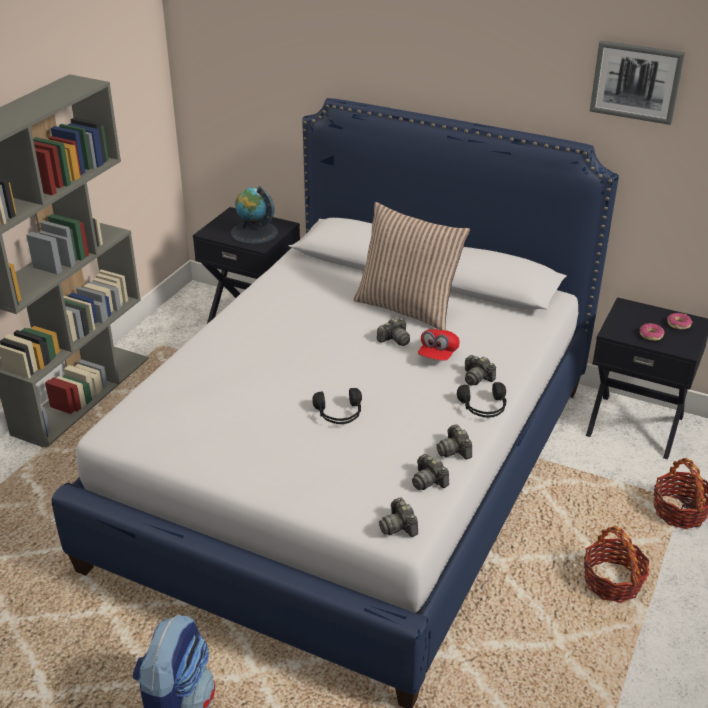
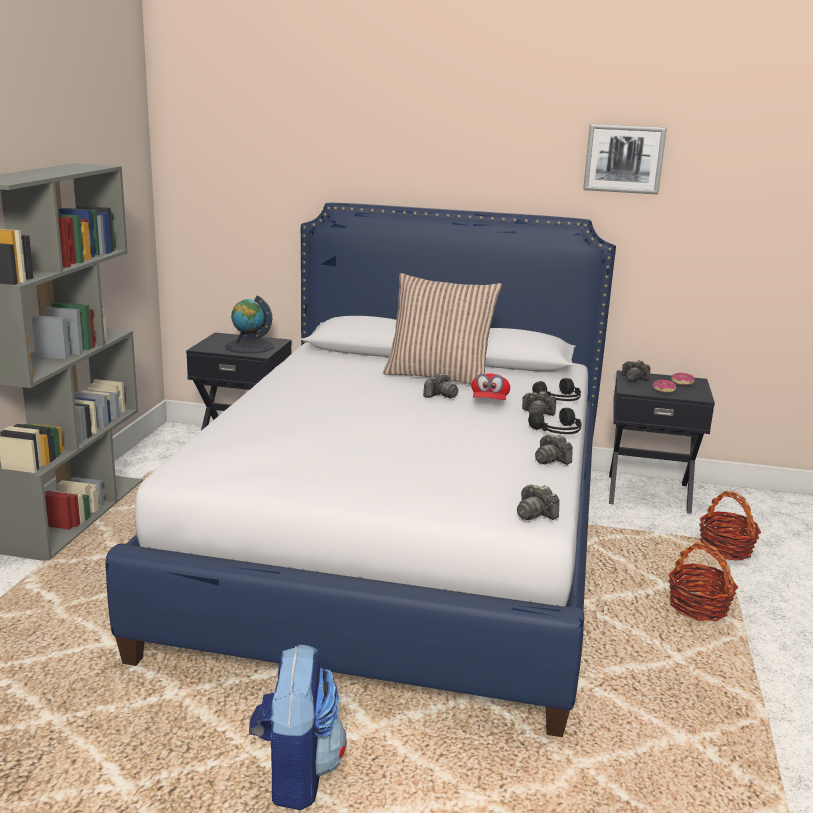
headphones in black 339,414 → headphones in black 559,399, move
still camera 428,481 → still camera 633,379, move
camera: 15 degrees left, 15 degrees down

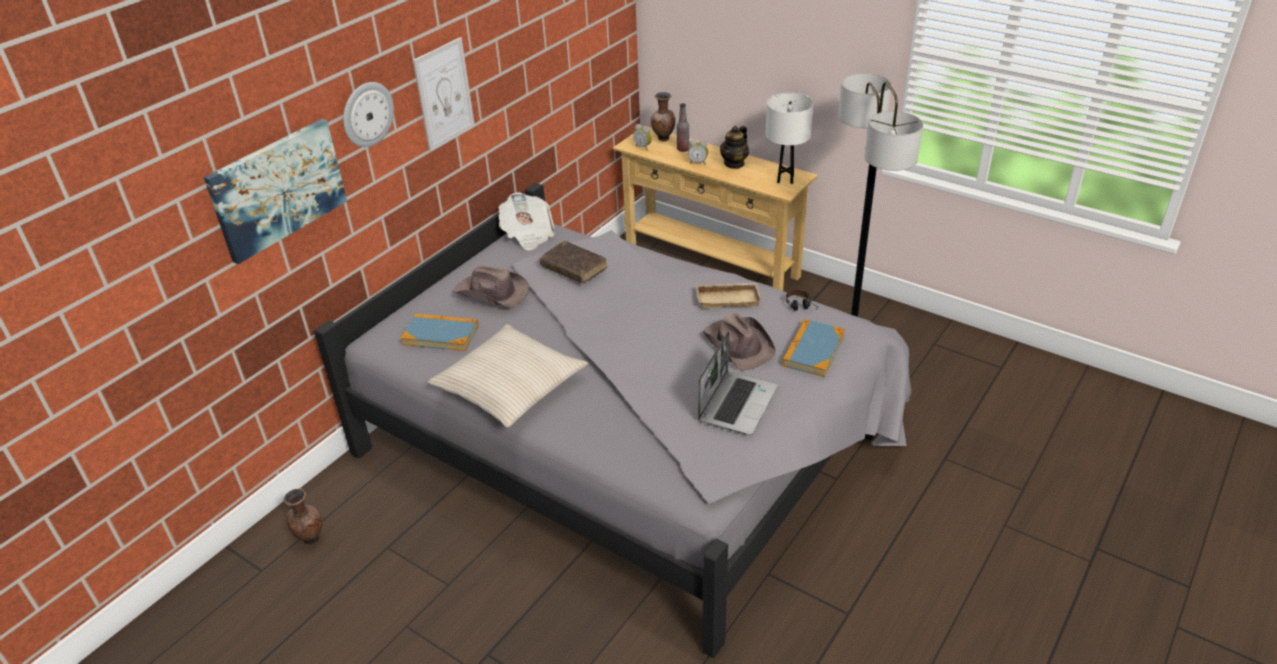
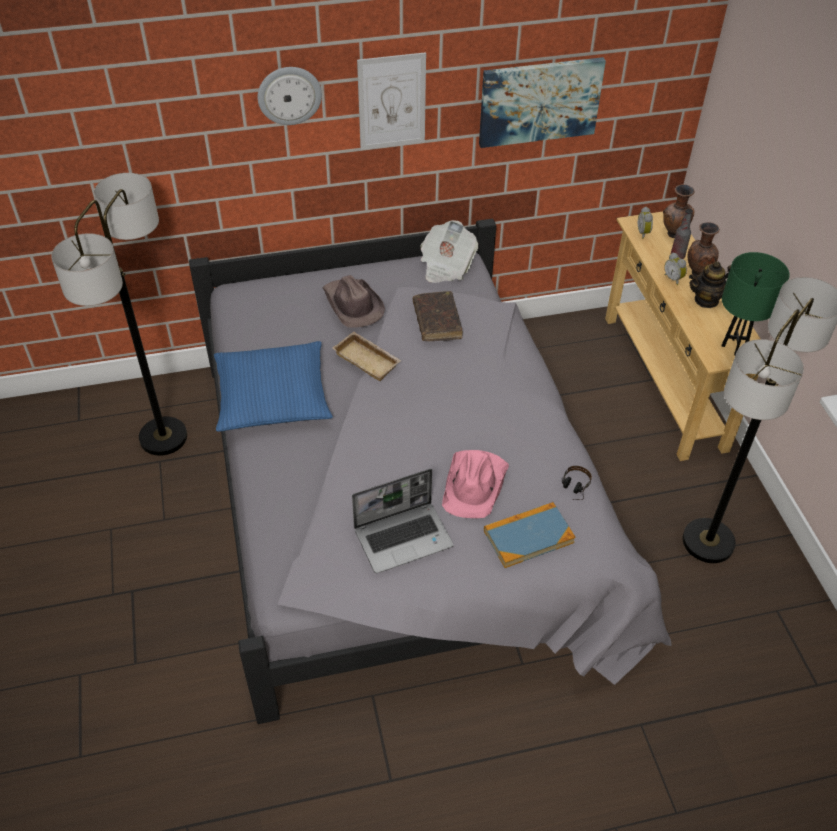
lamp for a table in white-coloured 785,179 → lamp for a table in green 734,347
wall art 277,189 → wall art 539,101, move
carrying tray in sand-coloured 728,298 → carrying tray in sand-coloured 368,359, move
hat in brown-coloured 739,344 → hat in pinkish 475,485
volume 440,335 → -
throw pillow in sand-coloured 510,386 → throw pillow in blue-coloured 272,397
vase in brown-coloured 310,539 → vase in brown-coloured 697,273, move
- → floor lamp 164,437
camera: 40 degrees right, 10 degrees up

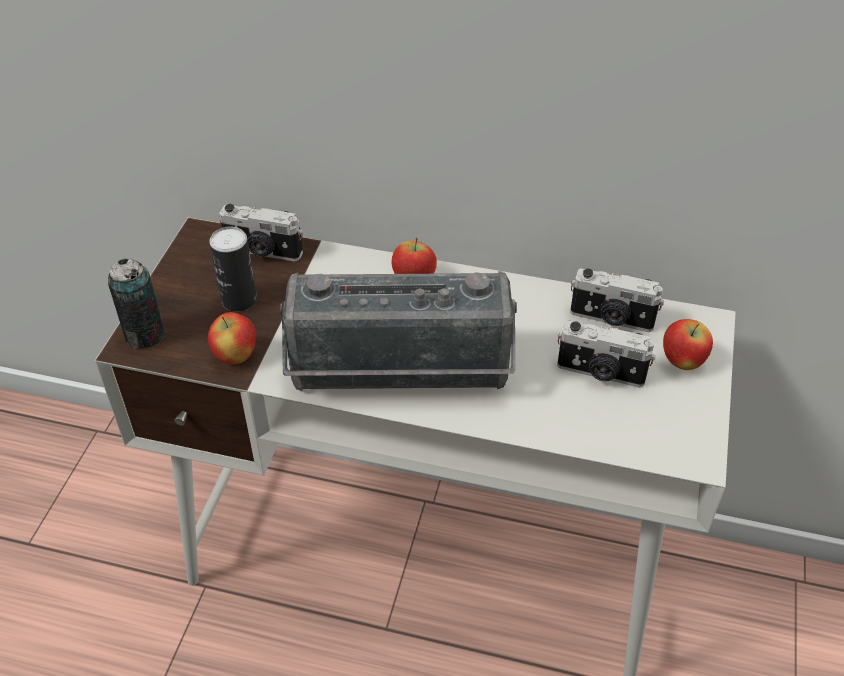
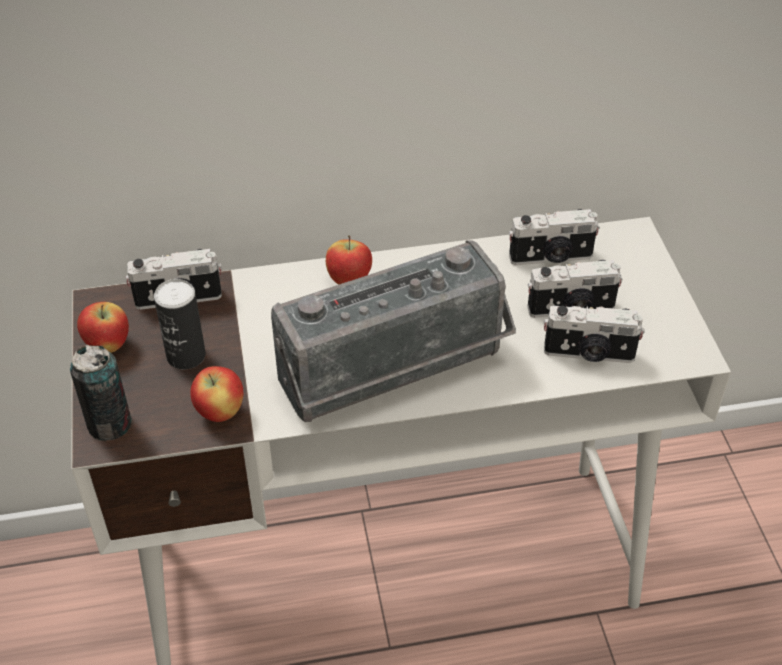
apple fruit 682,362 → apple fruit 108,345, move
- → still camera 589,354
camera: 25 degrees left, 0 degrees up

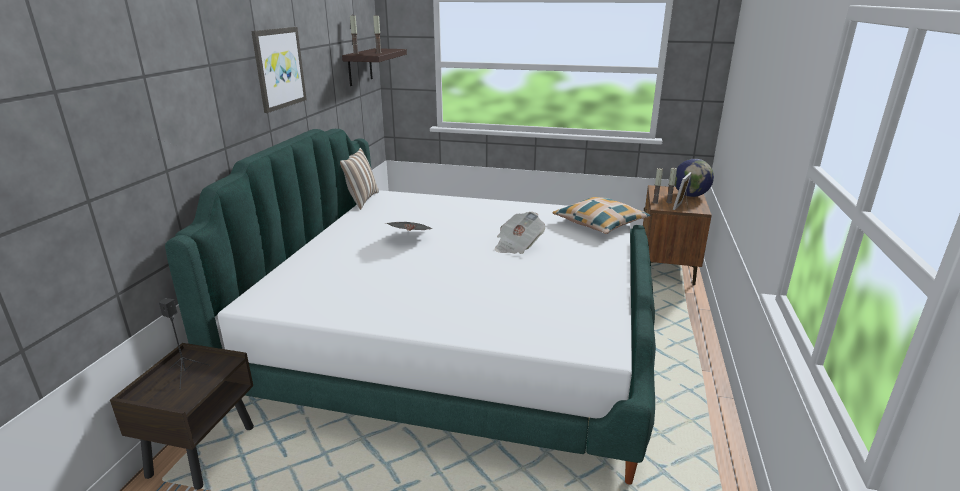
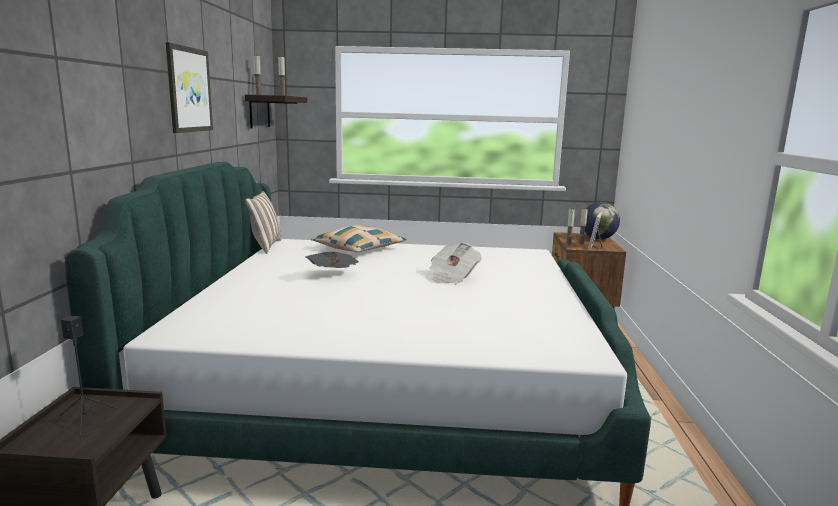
throw pillow 600,223 → throw pillow 358,249, move
camera: 10 degrees left, 10 degrees down

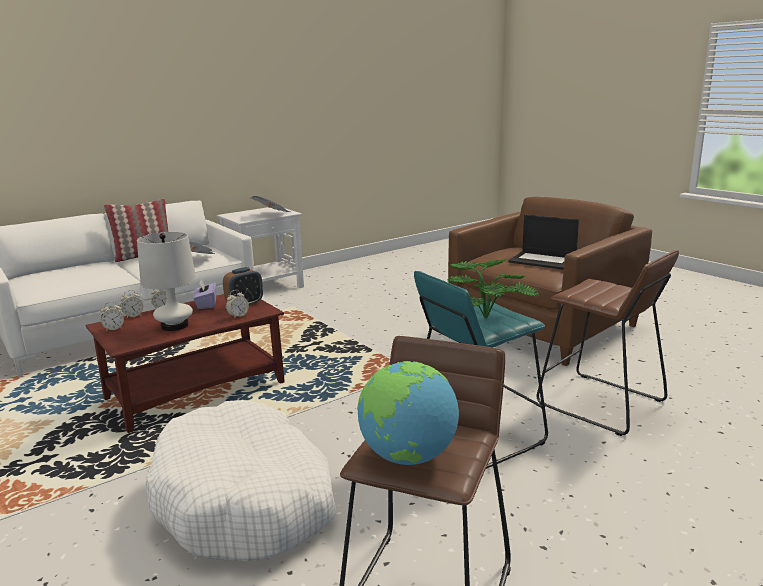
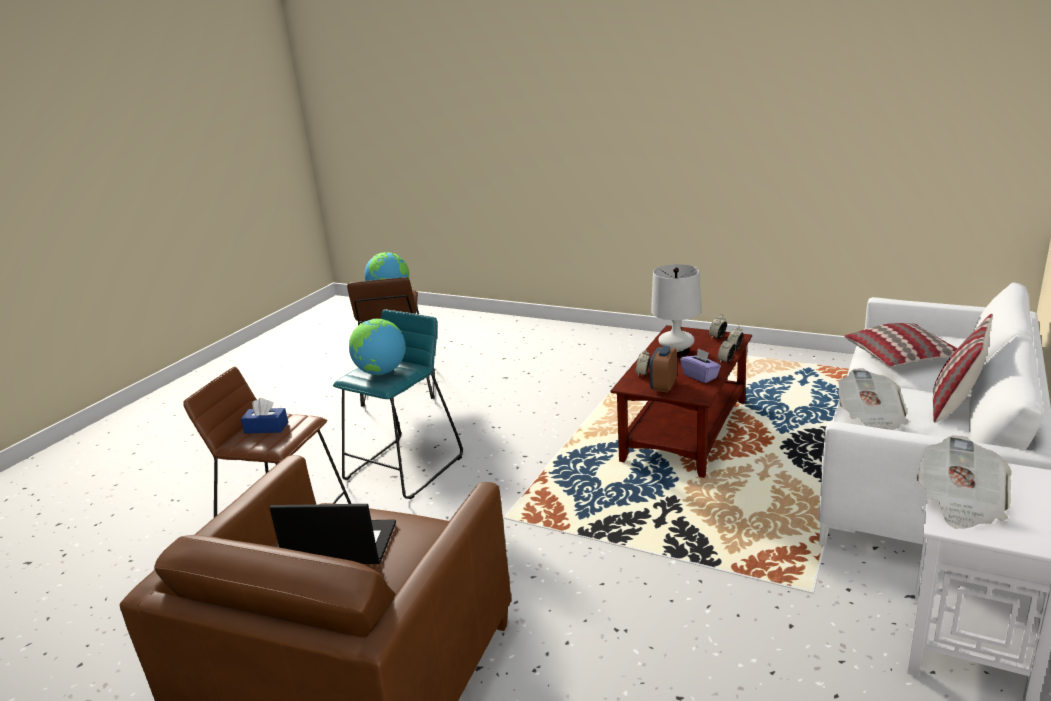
potted plant 488,316 → world globe 381,372
pet bed in white-coloured 245,500 → -
- → throw pillow 902,357
- → box of tissues in blue-coloured 266,428
camera: 155 degrees right, 5 degrees up

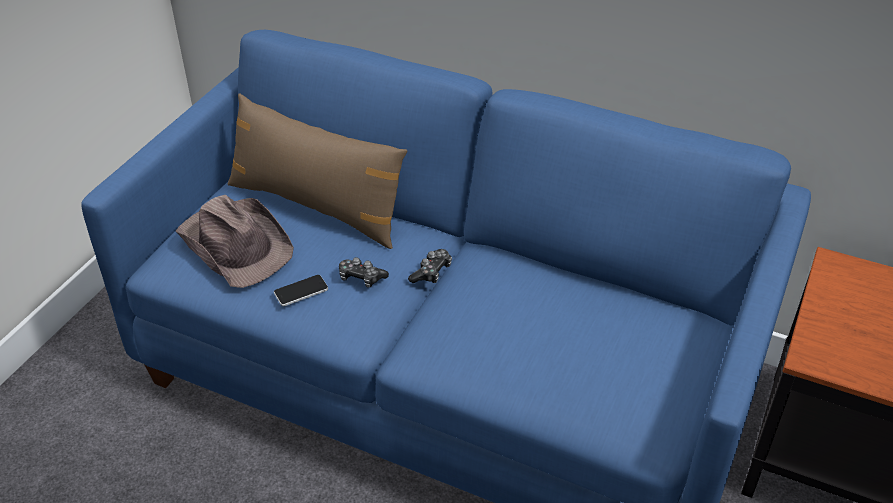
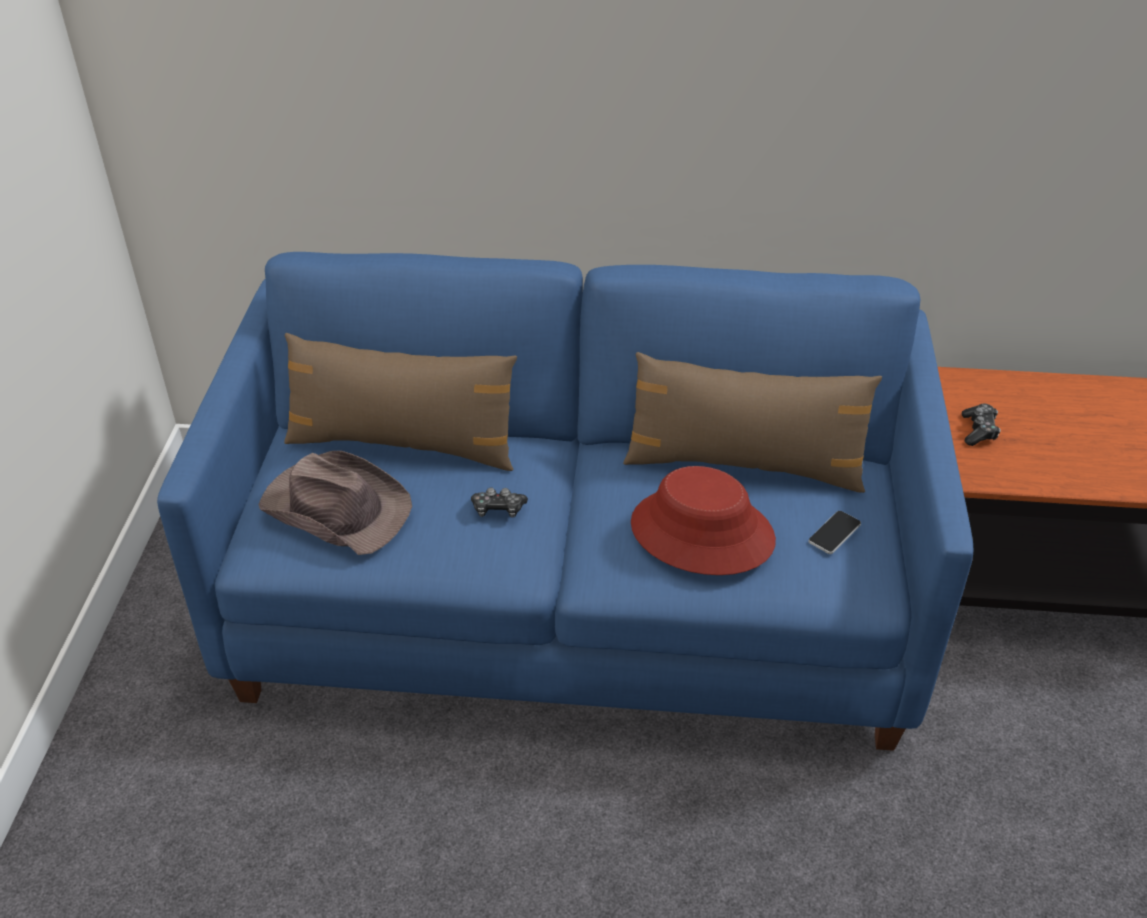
joypad 431,272 → joypad 979,431, move
handset 301,291 → handset 834,533, move
- → throw pillow in brown-coloured 744,464
- → hat in red-coloured 701,533
camera: 20 degrees left, 0 degrees up

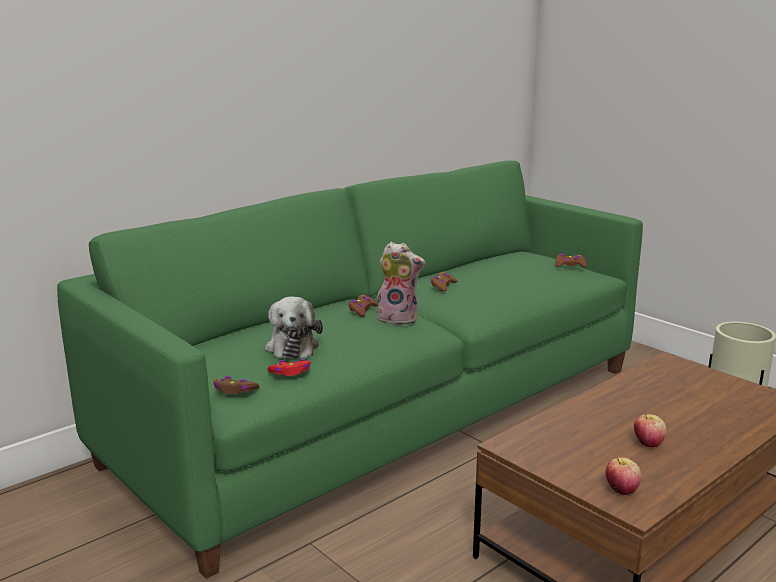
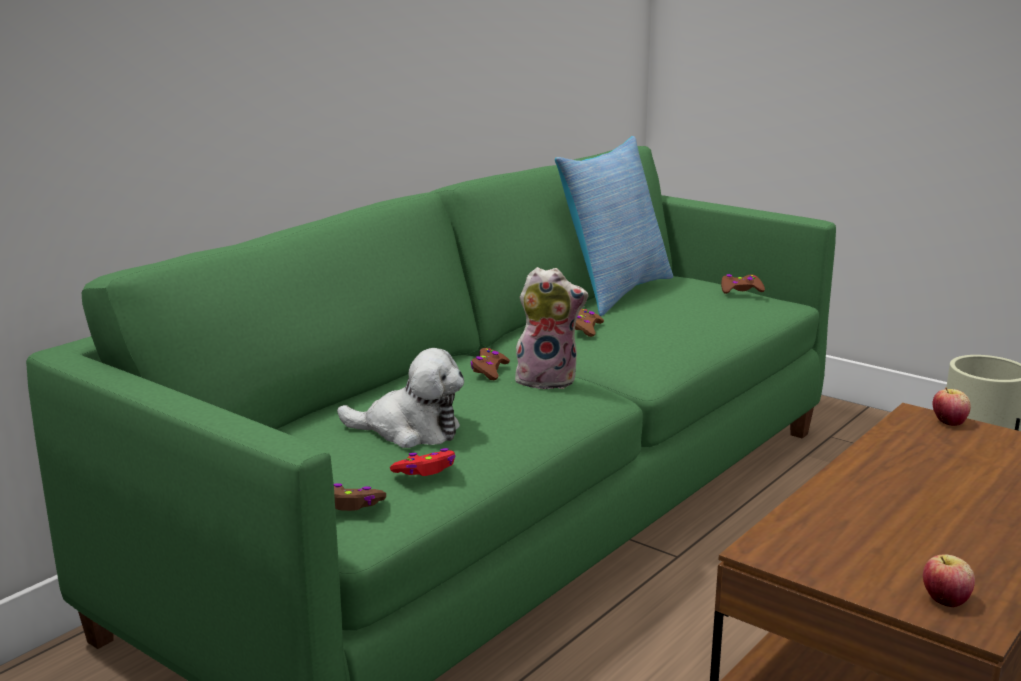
plush toy 292,346 → plush toy 409,431, 60 degrees counterclockwise
apple fruit 648,444 → apple fruit 949,423, move
- → throw pillow 613,292
camera: 10 degrees left, 0 degrees up

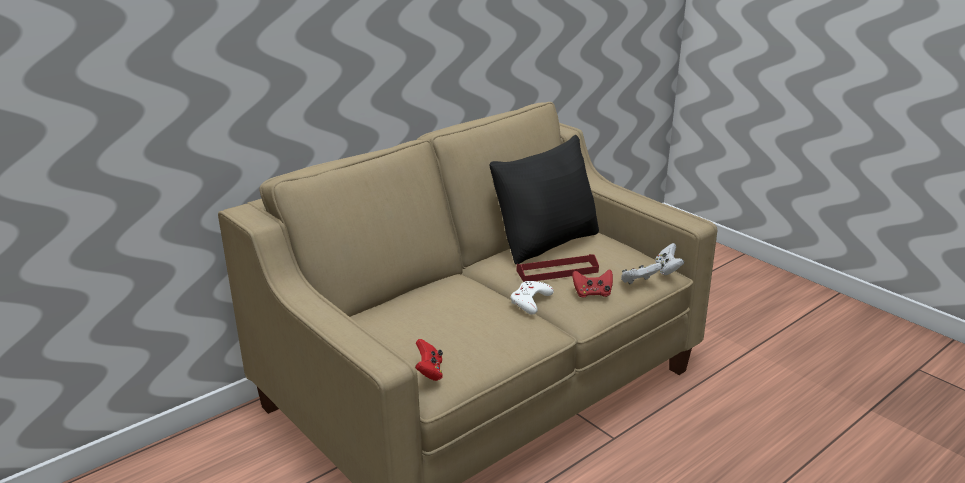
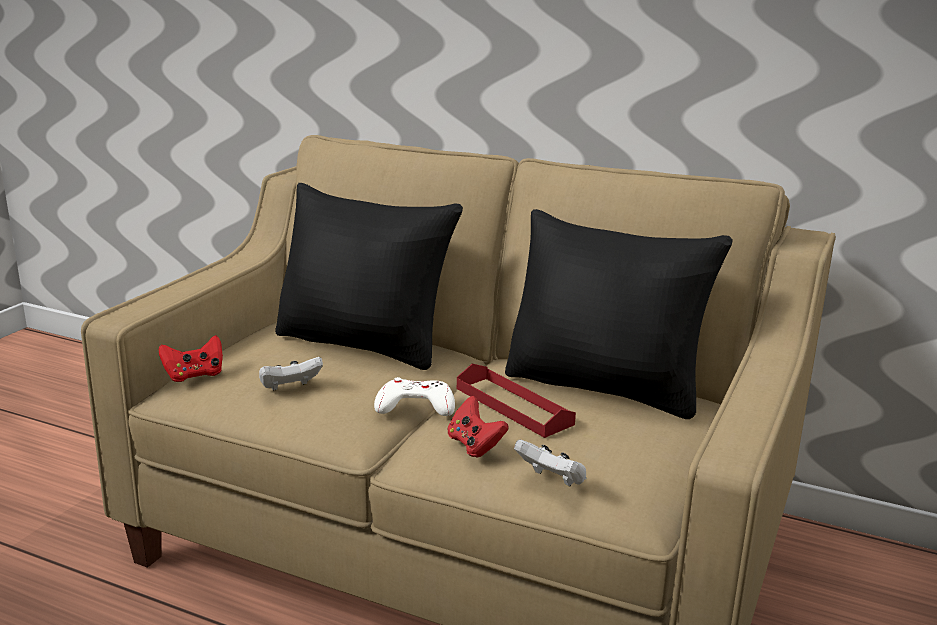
joypad in white-coloured 667,269 → joypad in white-coloured 290,388, move
- → throw pillow in black 364,344
camera: 65 degrees right, 5 degrees down

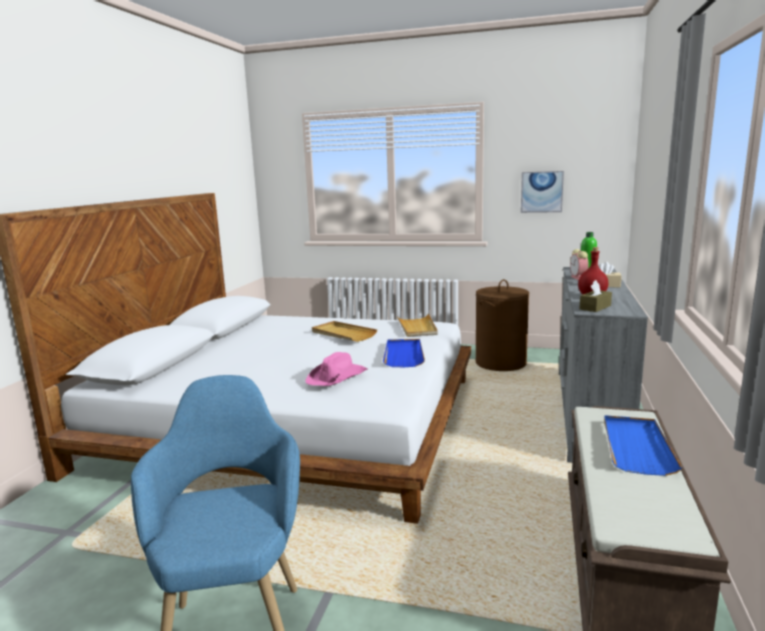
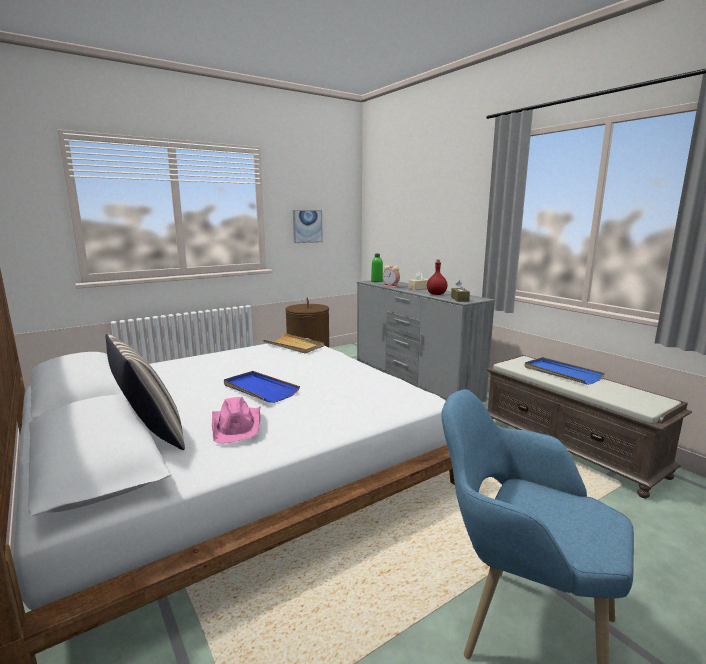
carrying tray in sand-coloured 343,334 → -
carrying tray in blue-coloured 403,355 → carrying tray in blue-coloured 259,389, move
hat in pinkish 338,377 → hat in pinkish 237,425, move
- → throw pillow 150,434
camera: 50 degrees left, 0 degrees up

